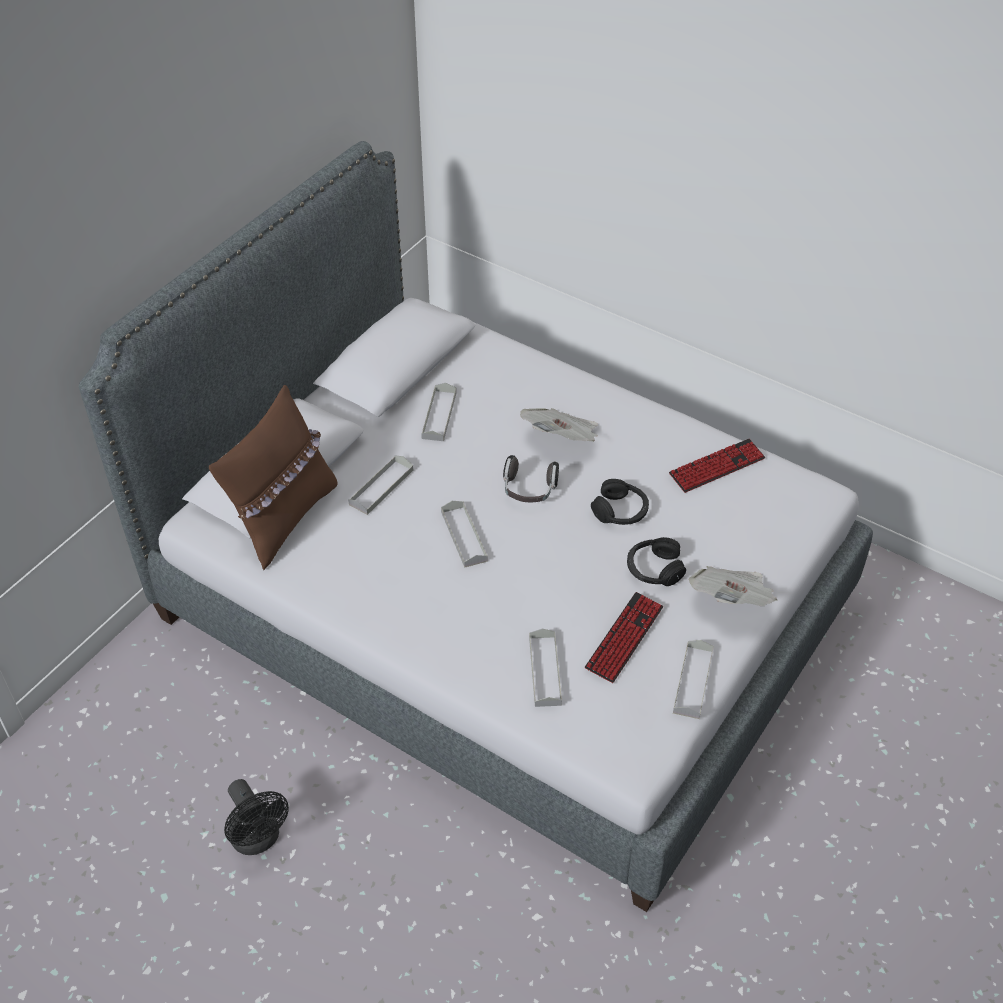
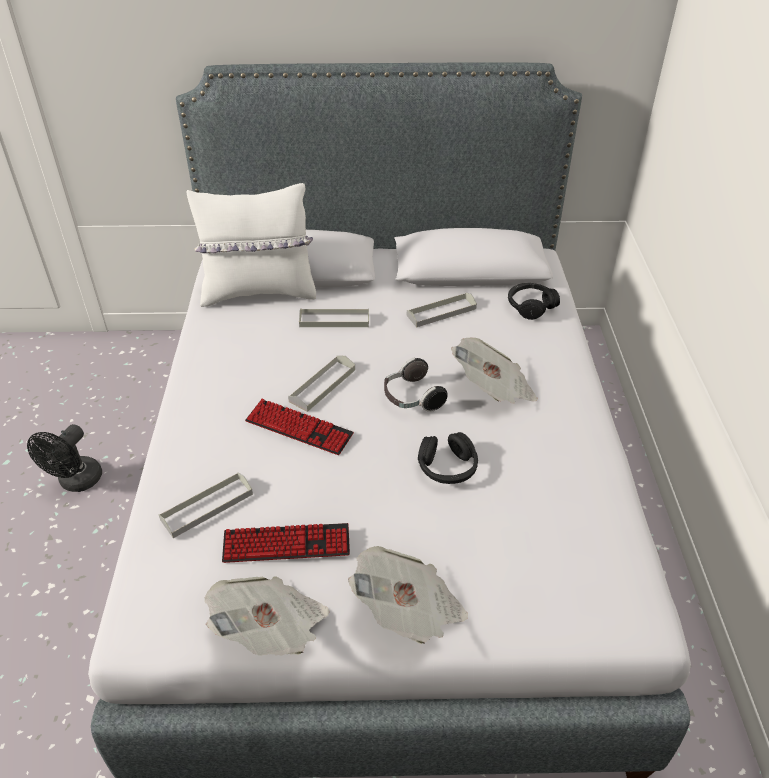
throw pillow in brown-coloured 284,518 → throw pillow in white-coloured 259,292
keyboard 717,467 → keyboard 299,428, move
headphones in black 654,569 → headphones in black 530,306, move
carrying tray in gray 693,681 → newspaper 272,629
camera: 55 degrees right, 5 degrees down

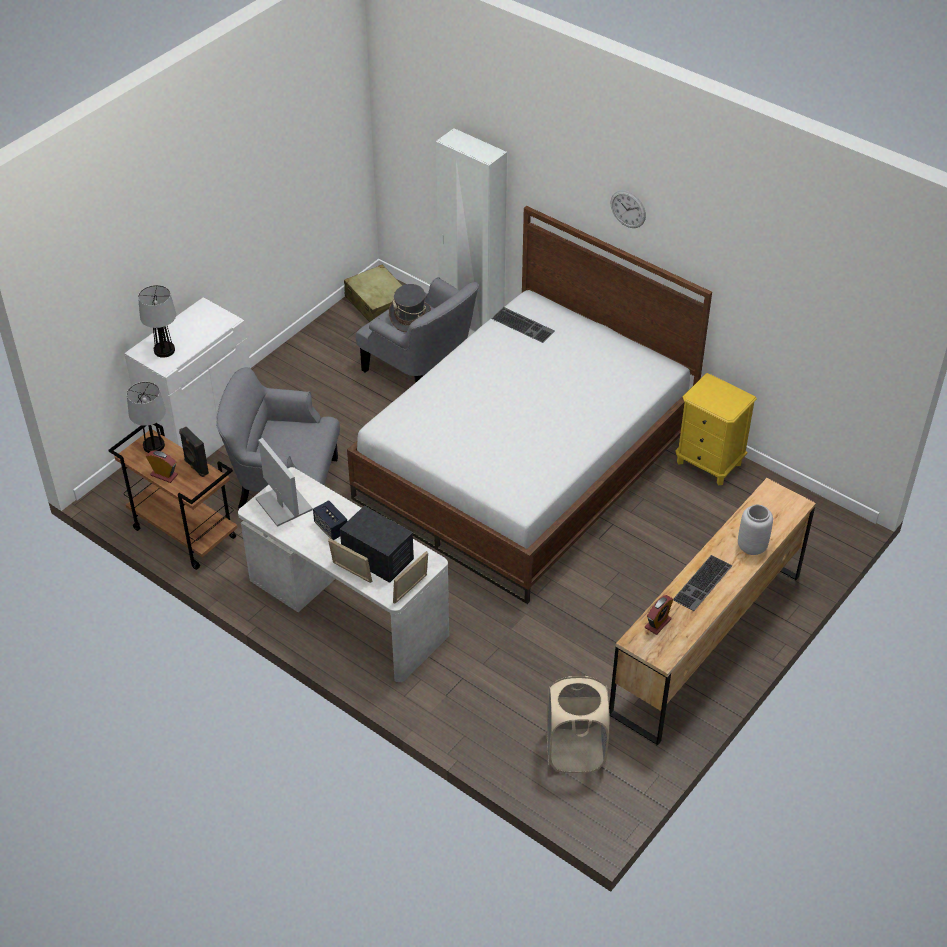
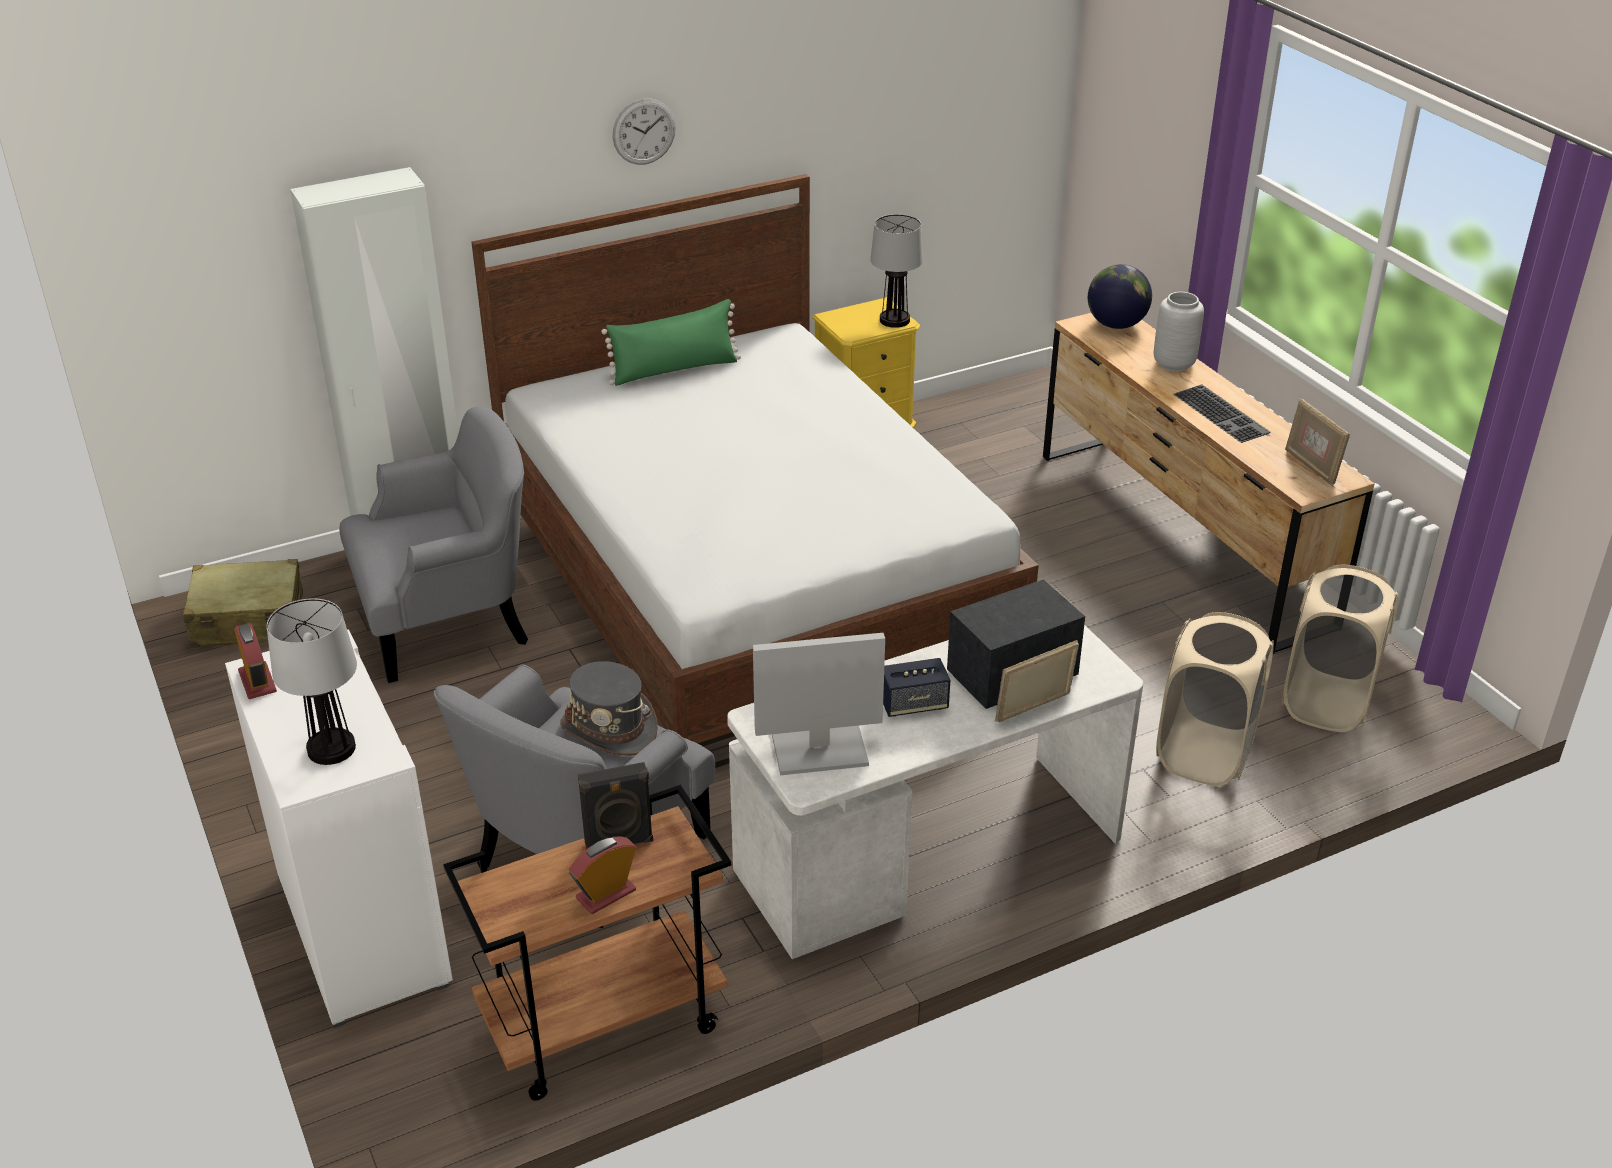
hat in gray 410,317 → hat in gray 609,729, move
keyboard 524,324 → -
lamp for a table 154,445 → lamp for a table 894,320, move
photo frame 411,589 → photo frame 1311,467, move
bedside clock 658,623 → bedside clock 257,681, move
- → world globe 1116,324
- → throw pillow in green 674,370
- → hamper in sand-coloured 1205,754
camera: 65 degrees left, 10 degrees down

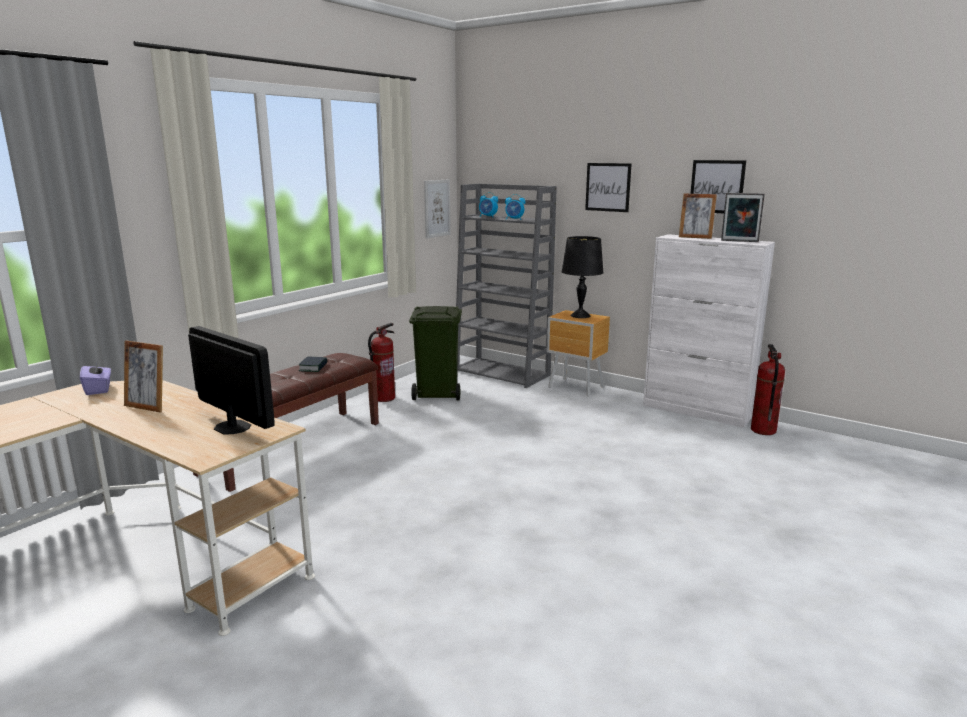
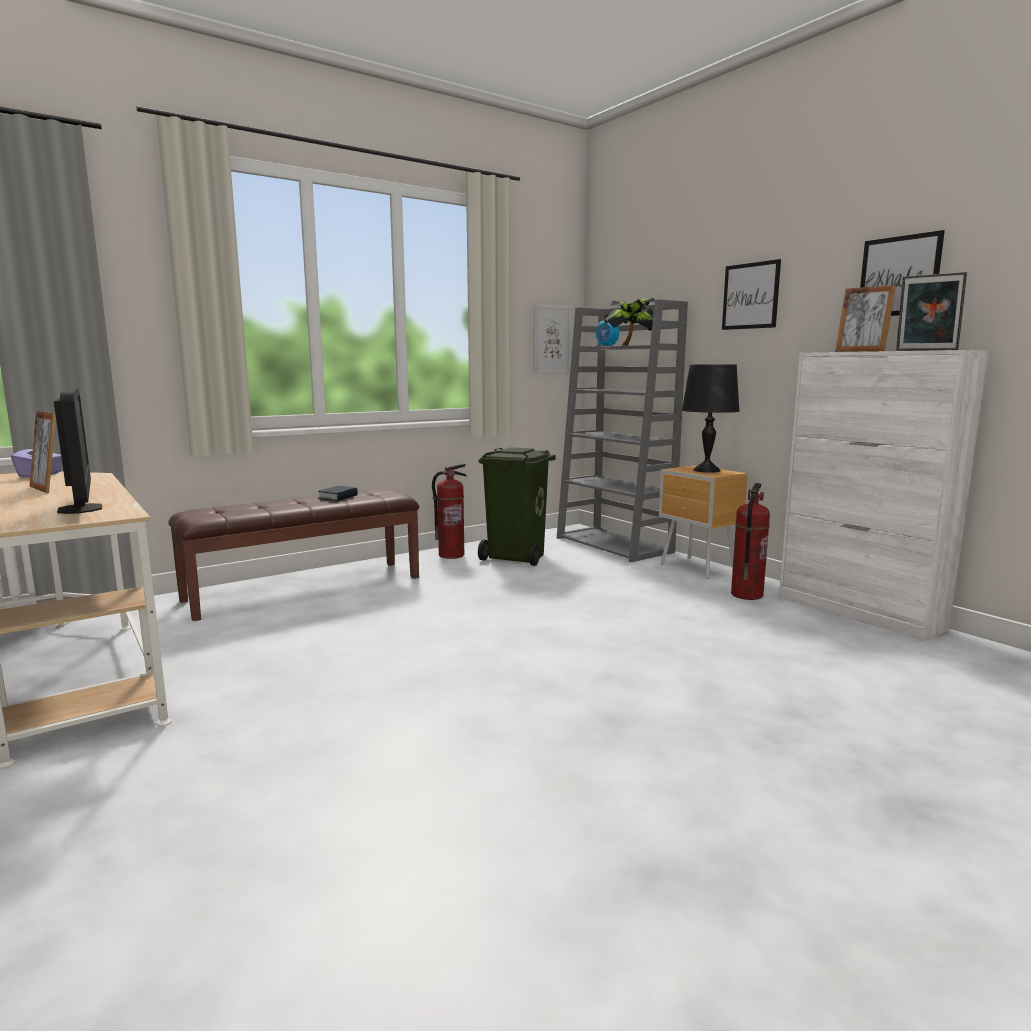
bedside clock 514,219 → potted plant 631,345
extinguisher 763,430 → extinguisher 746,595, move
camera: 20 degrees right, 5 degrees down

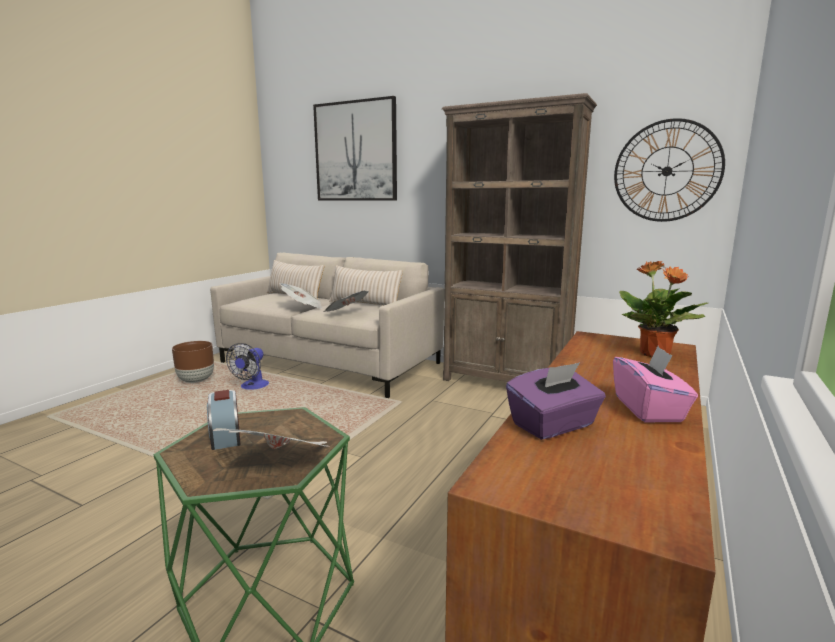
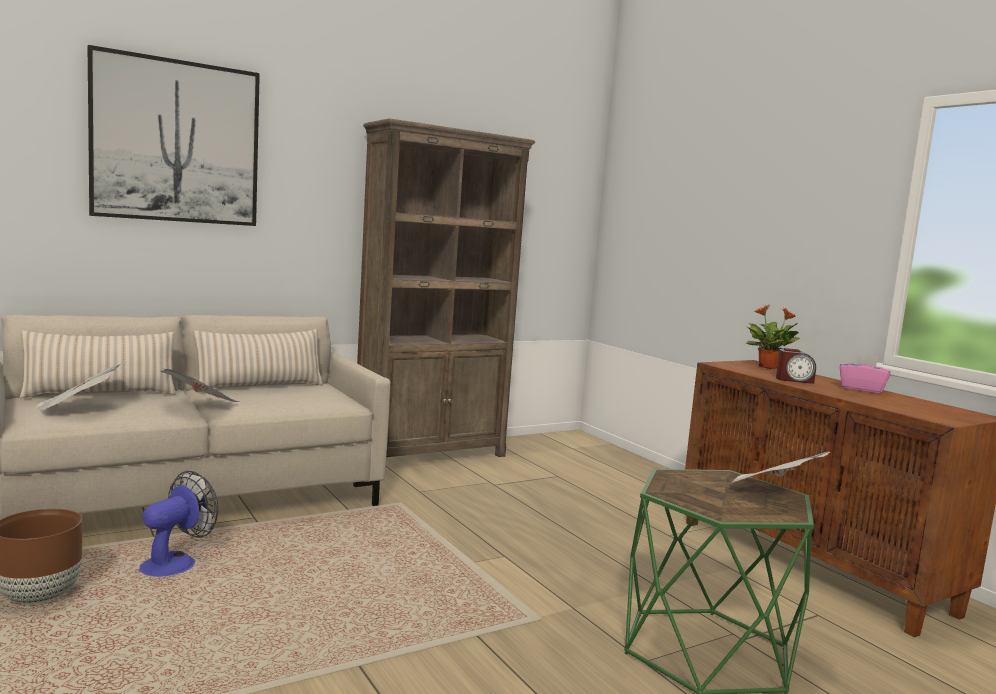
wall clock 667,171 → -
newspaper 346,313 → newspaper 77,408, move
electric fan 252,387 → electric fan 176,562, 105 degrees counterclockwise
box of tissues in purple 553,425 → -
bedside clock 225,437 → bedside clock 794,380, move
camera: 60 degrees left, 5 degrees down

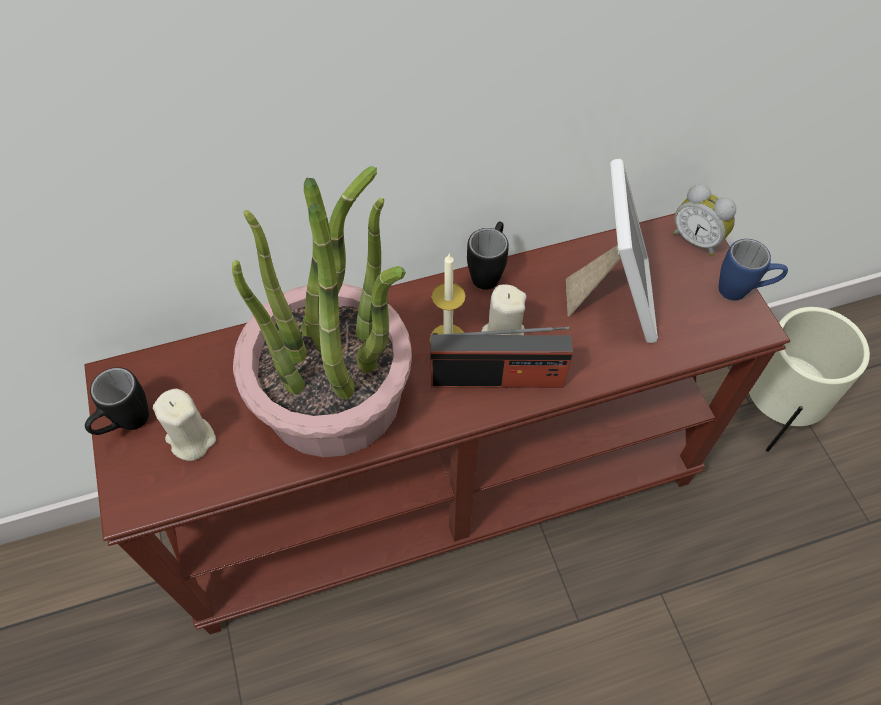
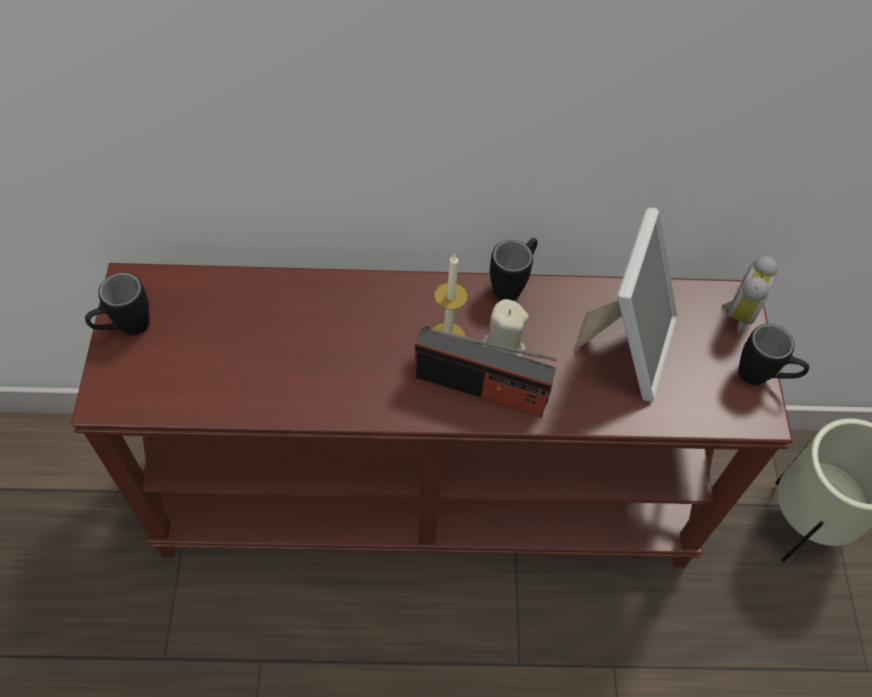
potted plant 334,395 → -
bedside clock 697,239 → bedside clock 737,312, 120 degrees counterclockwise
mug in blue-coloured 742,291 → mug in black 762,378
wax candle in sand-coloured 191,439 → -
camera: 15 degrees right, 0 degrees up

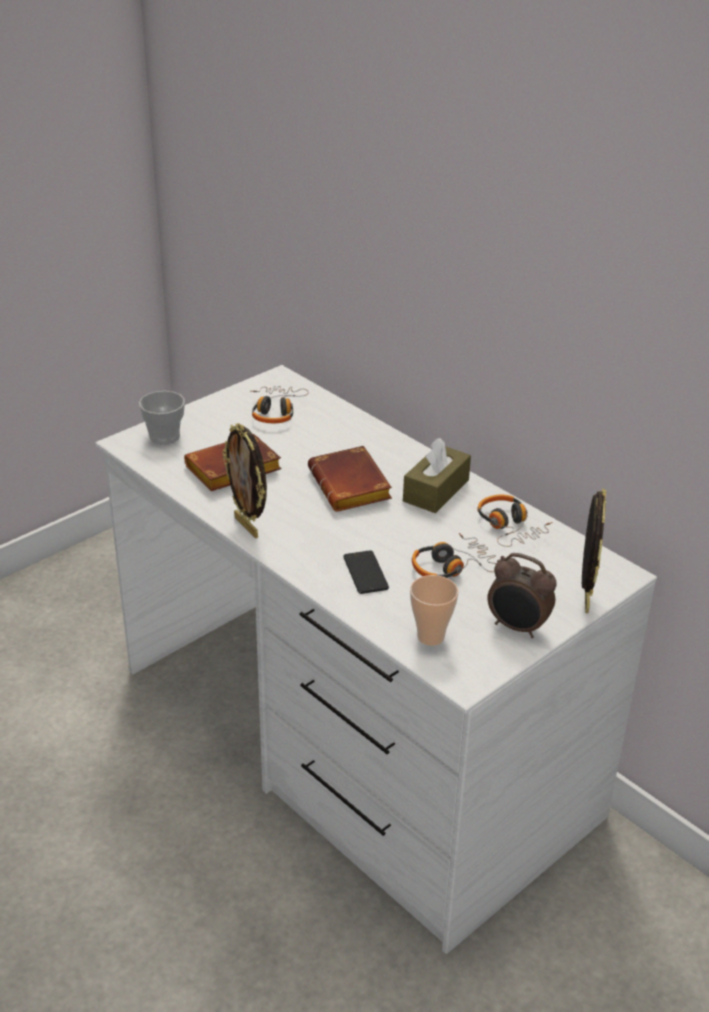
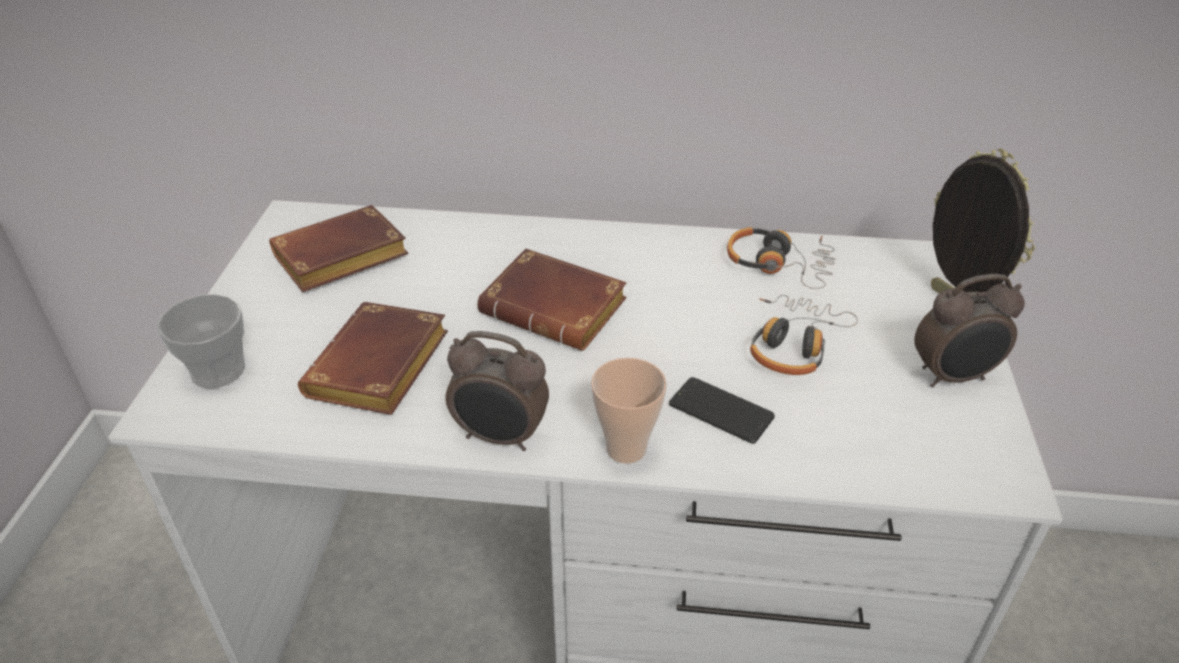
headphones 276,411 → volume in brown-coloured 339,260
photo frame 248,527 → bedside clock 500,437
box of tissues in brown-coloured 436,490 → -
cup 430,637 → cup 626,448, move
camera: 40 degrees left, 5 degrees up

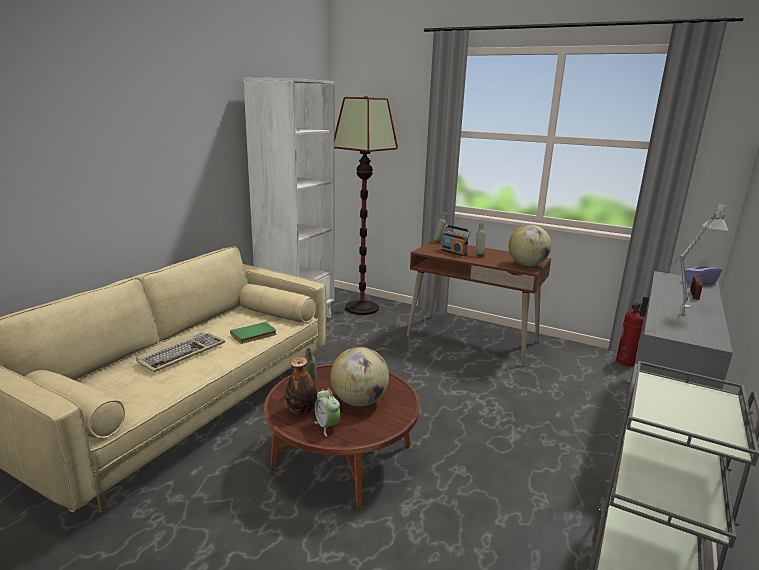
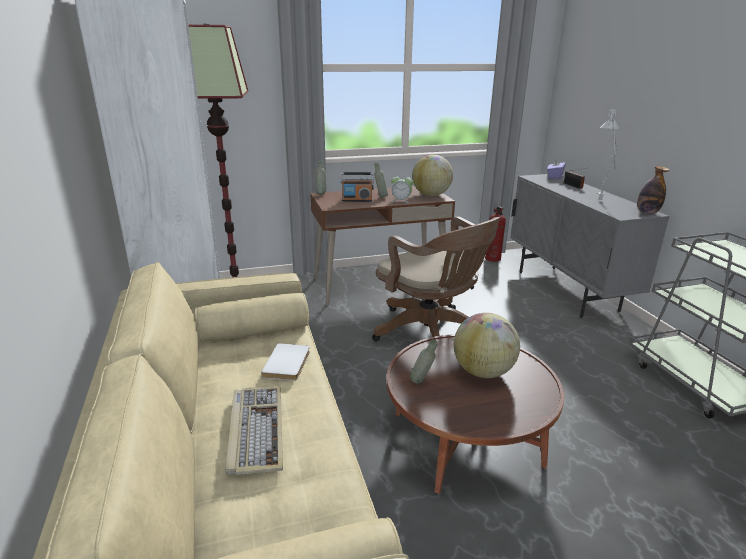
volume in green 254,335 → volume in white-coloured 288,364
drink bottle 302,411 → drink bottle 647,213, move
bedside clock 327,426 → bedside clock 401,201, move
- → desk chair in brown-coloured 432,334
camera: 45 degrees left, 5 degrees up

